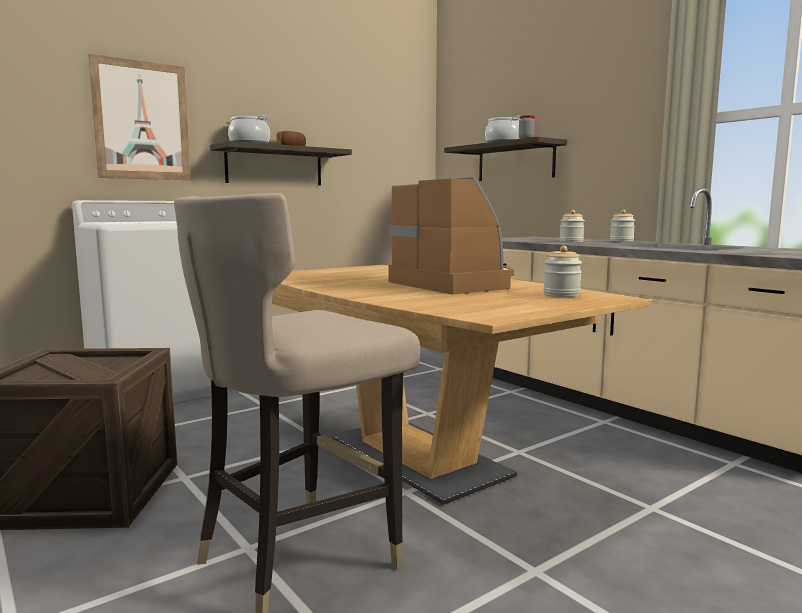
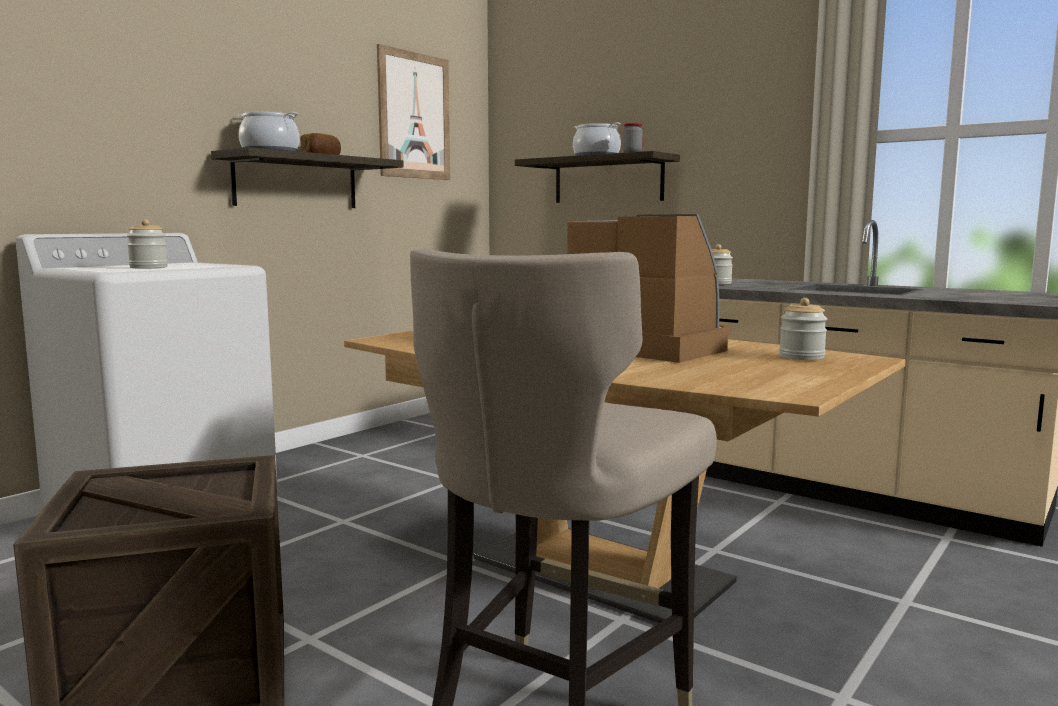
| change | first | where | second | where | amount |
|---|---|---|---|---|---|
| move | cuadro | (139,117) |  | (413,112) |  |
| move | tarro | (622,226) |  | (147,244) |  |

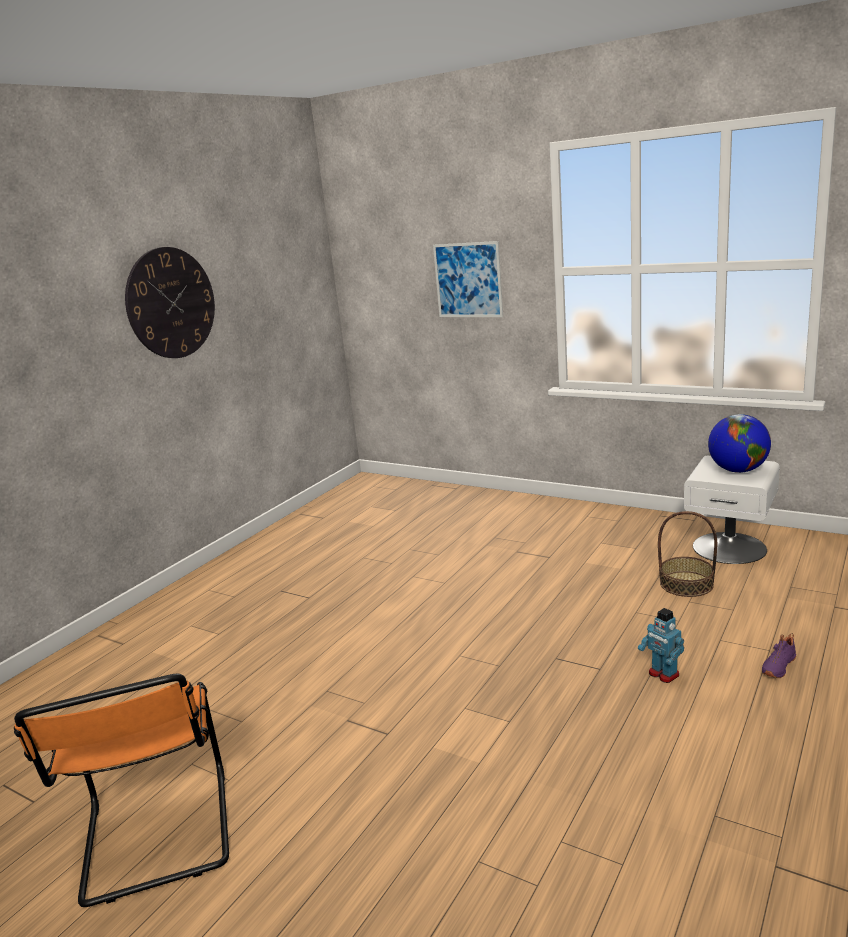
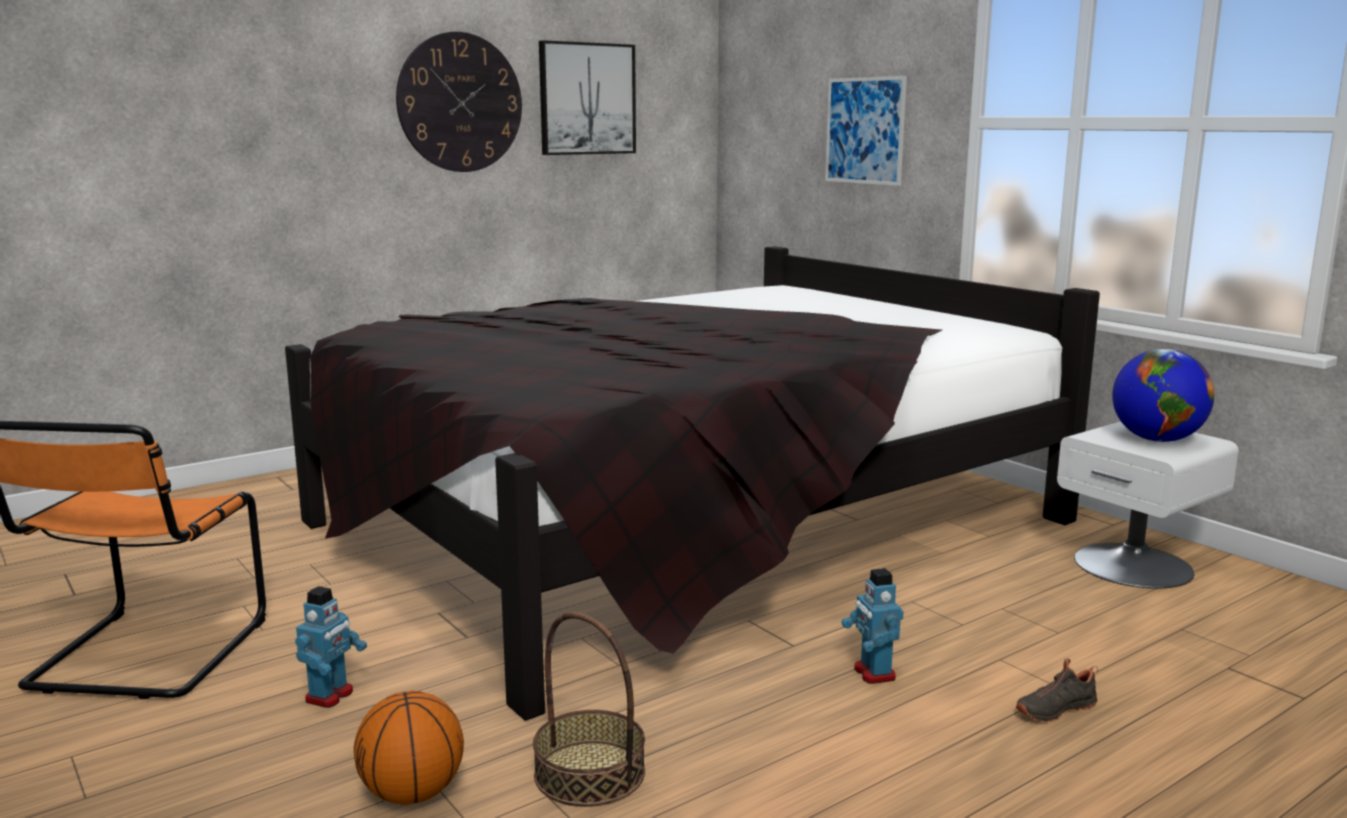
| change | first | where | second | where | amount |
|---|---|---|---|---|---|
| move | cesta | (687,554) |  | (589,709) |  |
| recolor | zapato [morado] | (779,655) | zapato [negro] | (1057,690) |  |
| insert |  |  | cama [negro] | (692,483) |  |
| insert |  |  | robot de juguete | (331,647) |  |
| insert |  |  | balón de baloncesto | (409,748) |  |
| insert |  |  | cuadro | (587,97) |  |

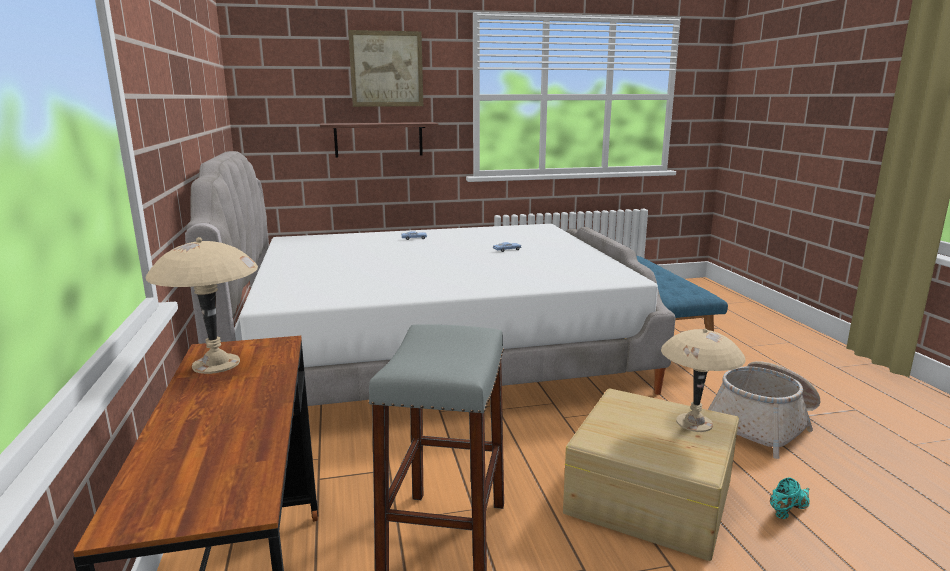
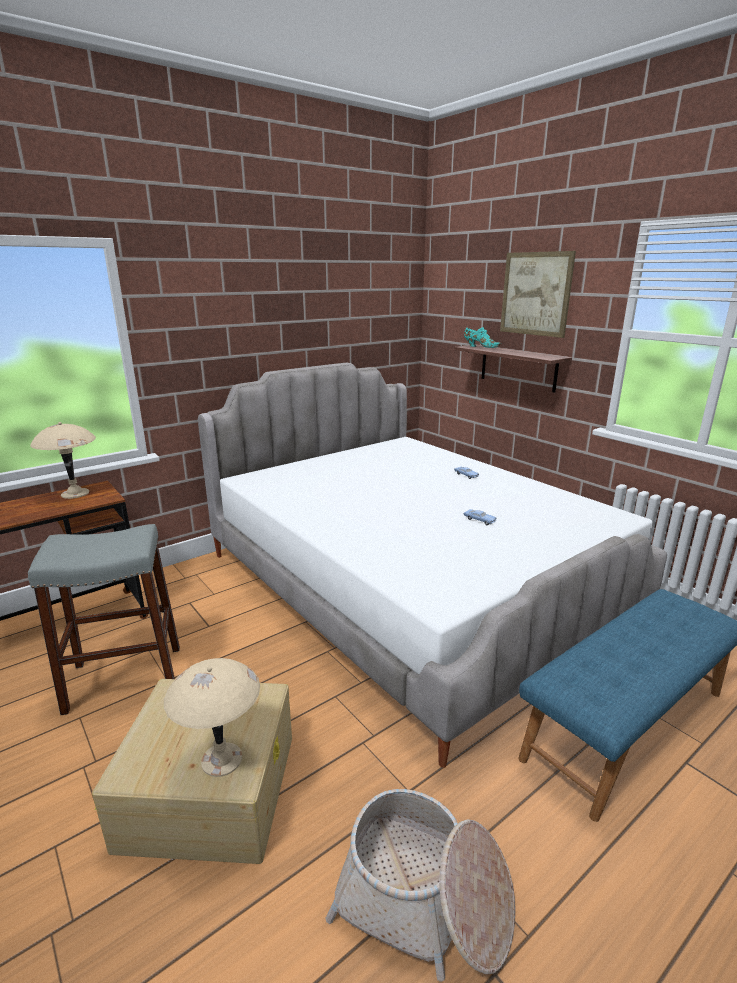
| change | first | where | second | where | amount |
|---|---|---|---|---|---|
| move | zapato [turquesa] | (790,498) |  | (482,337) |  |

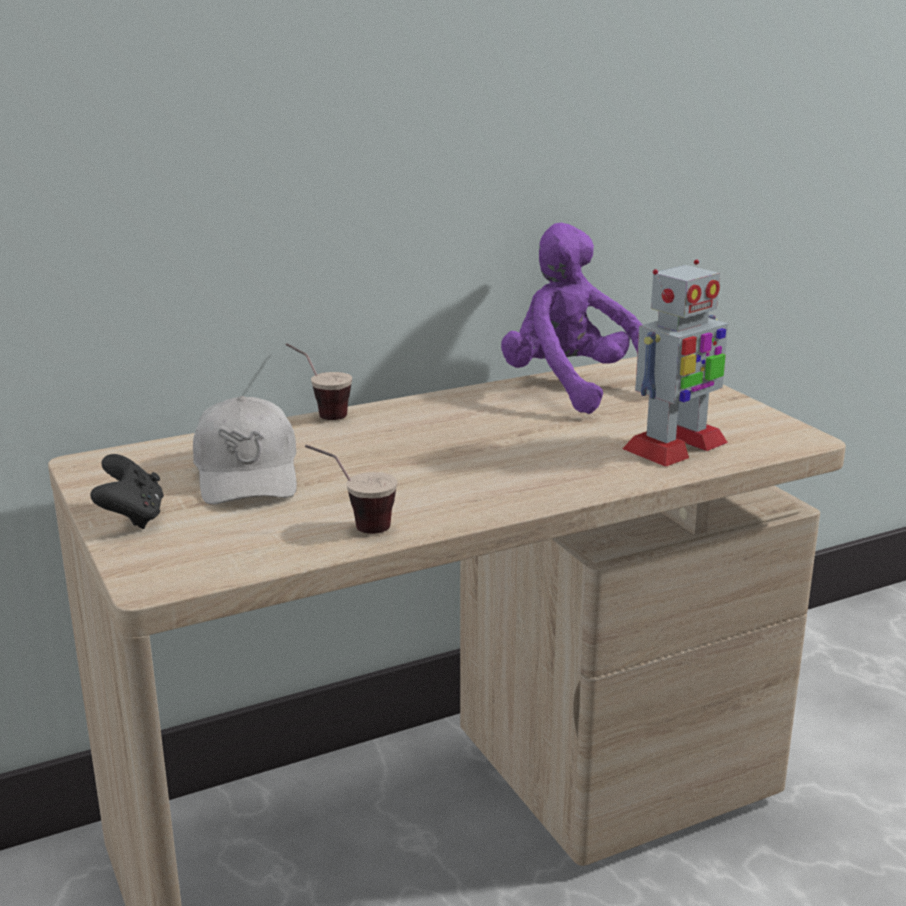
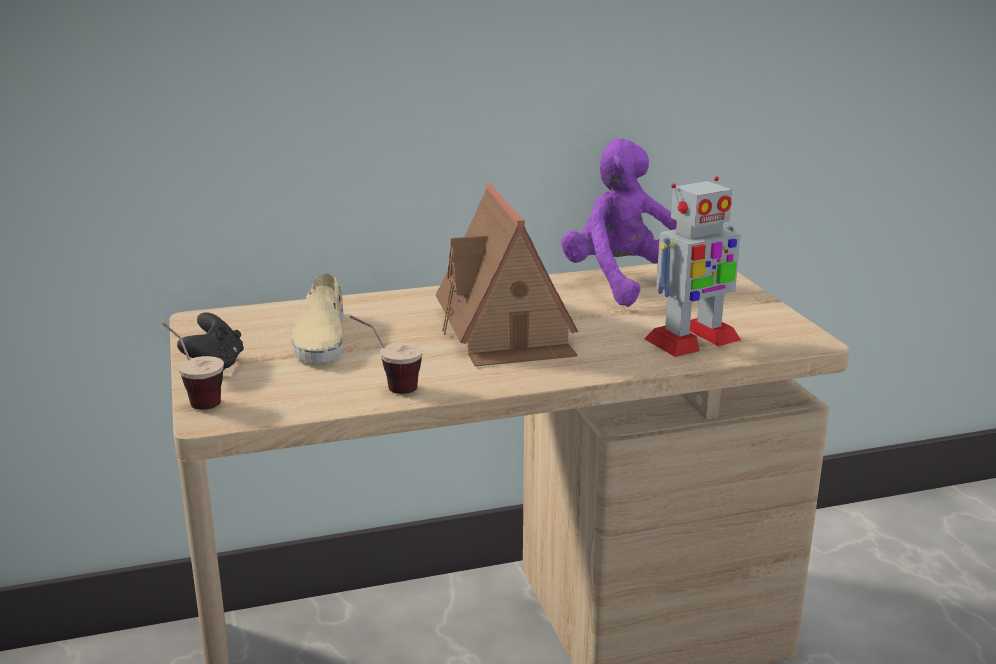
| change | first | where | second | where | amount |
|---|---|---|---|---|---|
| replace | gorra [blanco] | (245,450) | zapato [beis] | (317,318) |  |
| move | taza | (319,381) |  | (193,366) |  |
| insert |  |  | casita | (506,274) |  |

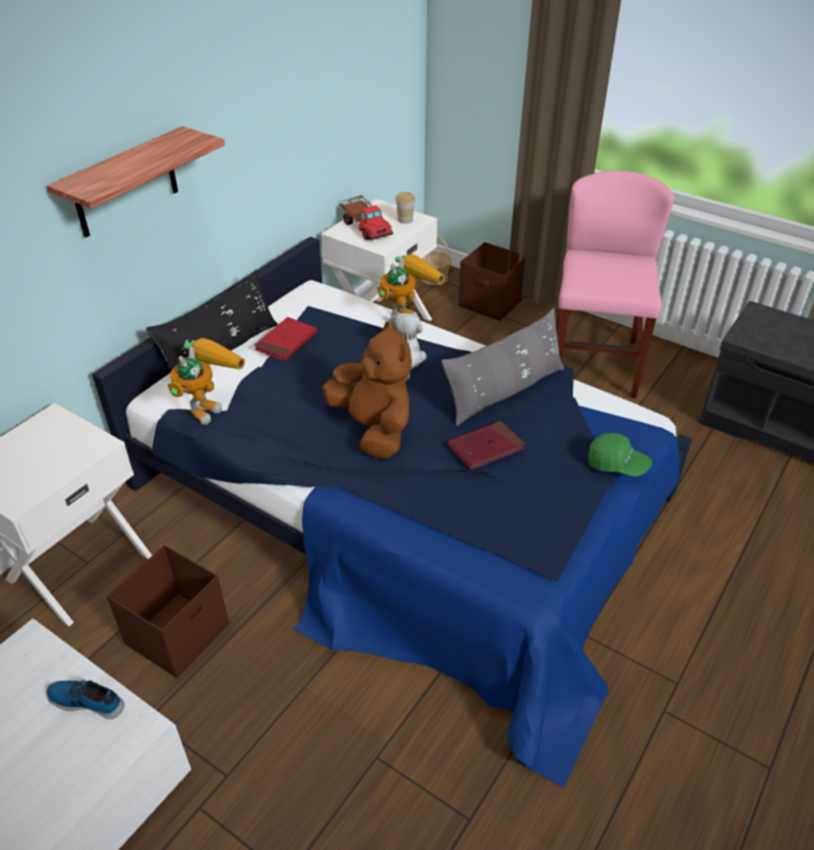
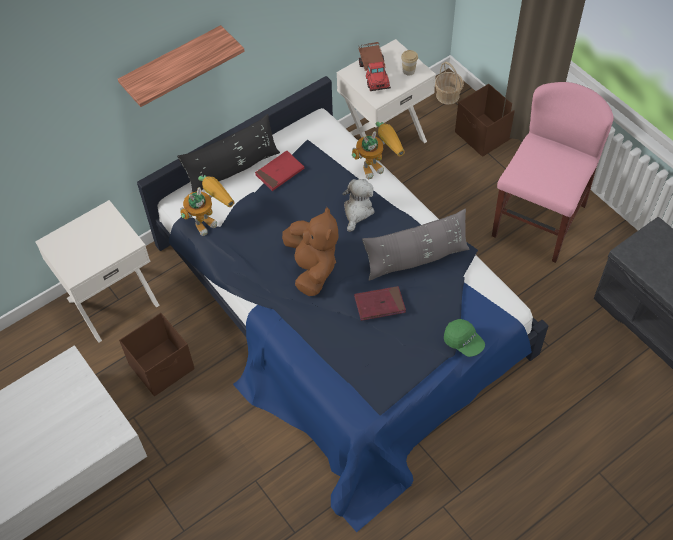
| change | first | where | second | where | amount |
|---|---|---|---|---|---|
| delete | zapato | (85,699) |  |  |  |

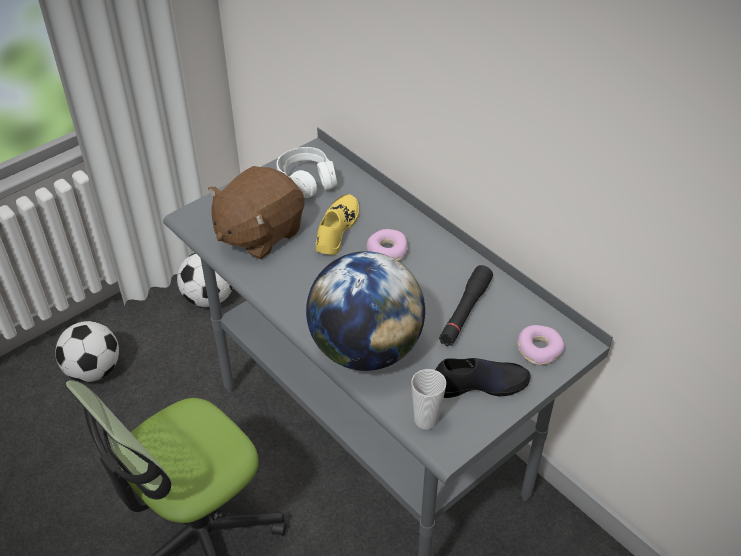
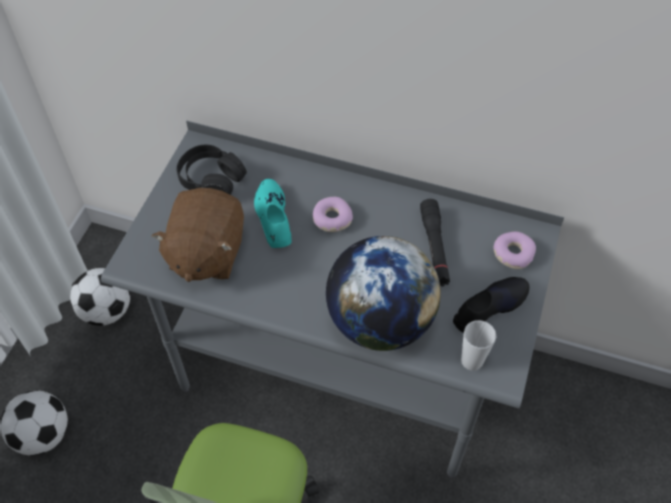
| change | first | where | second | where | amount |
|---|---|---|---|---|---|
| recolor | auriculares [blanco] | (306,172) | auriculares [negro] | (212,169) |  |
| recolor | zapato [amarillo] | (337,224) | zapato [turquesa] | (273,213) |  |

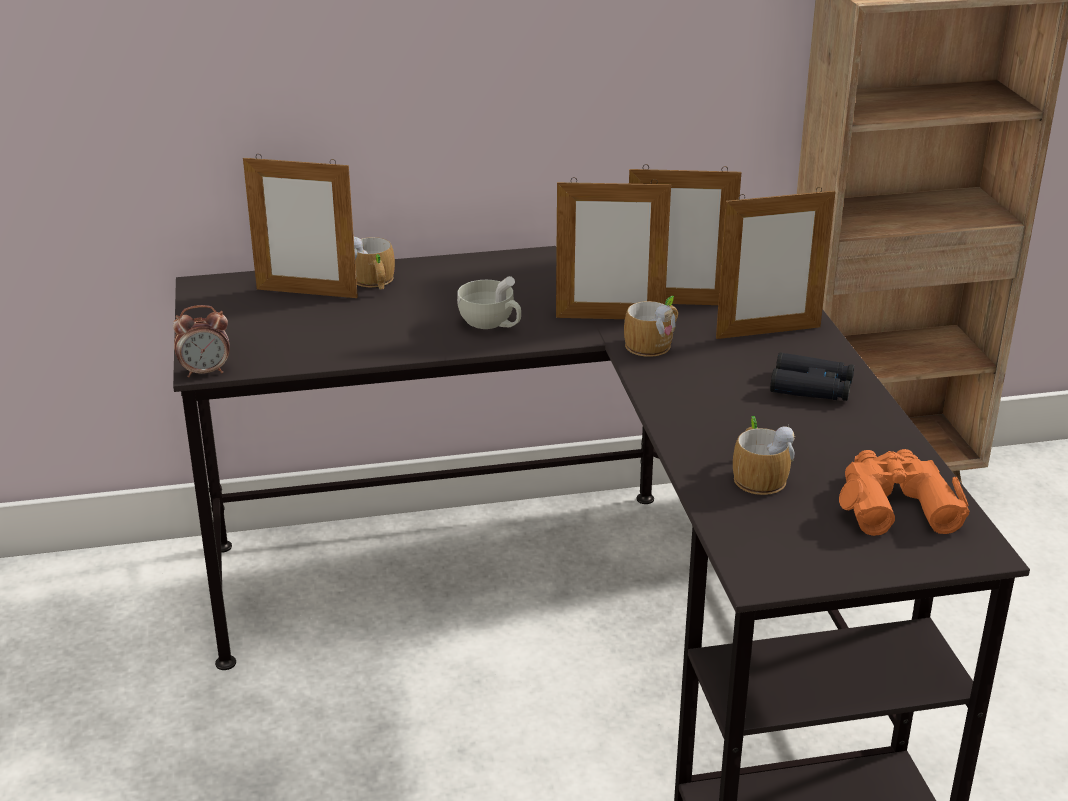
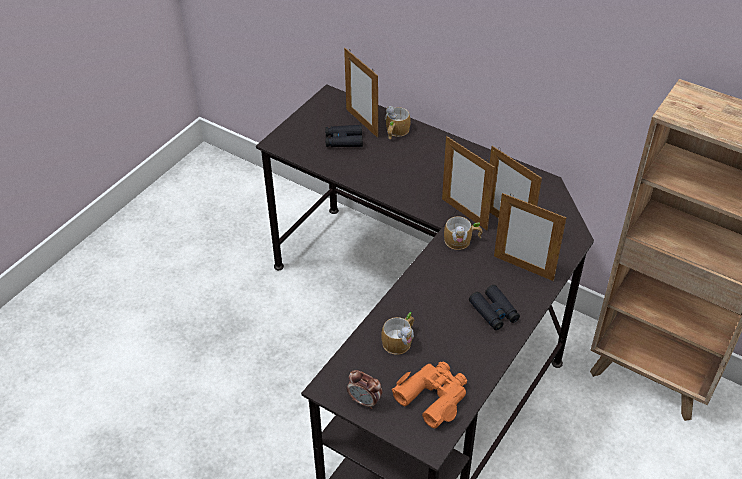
| change | first | where | second | where | amount |
|---|---|---|---|---|---|
| move | despertador | (201,341) |  | (364,389) |  |
| delete | taza [blanco] | (489,302) |  |  |  |
| insert |  |  | prismáticos [negro] | (344,136) |  |

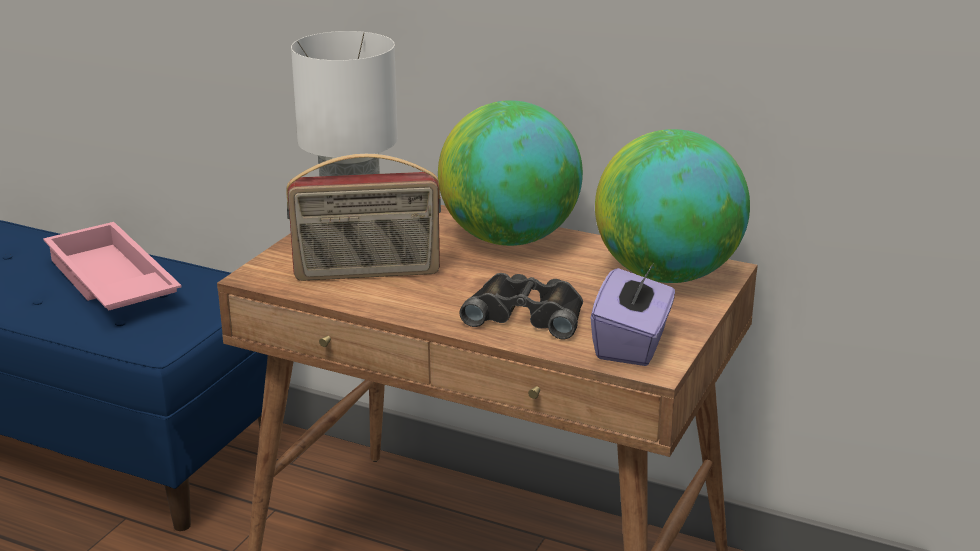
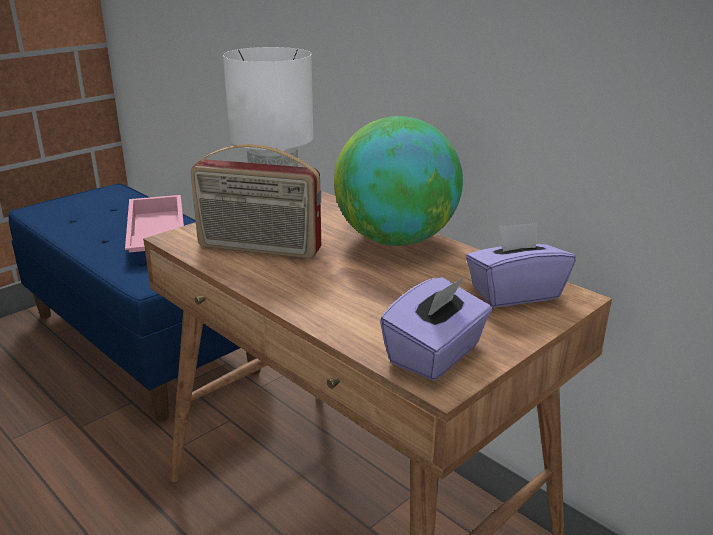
| change | first | where | second | where | amount |
|---|---|---|---|---|---|
| delete | prismáticos [negro] | (521,306) |  |  |  |
| replace | globo terráqueo | (672,206) | caja de pañuelos [morado] | (521,264) |  |

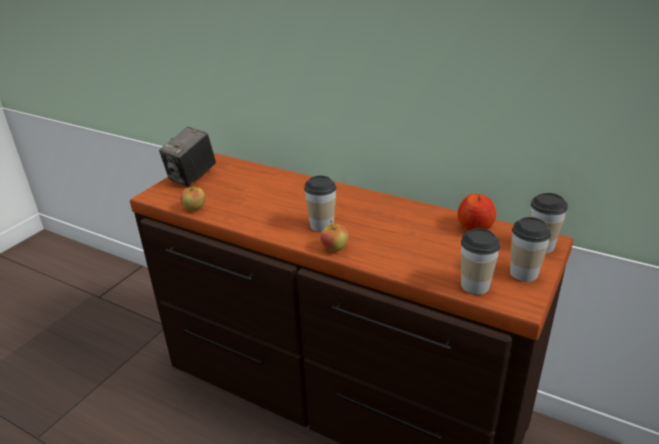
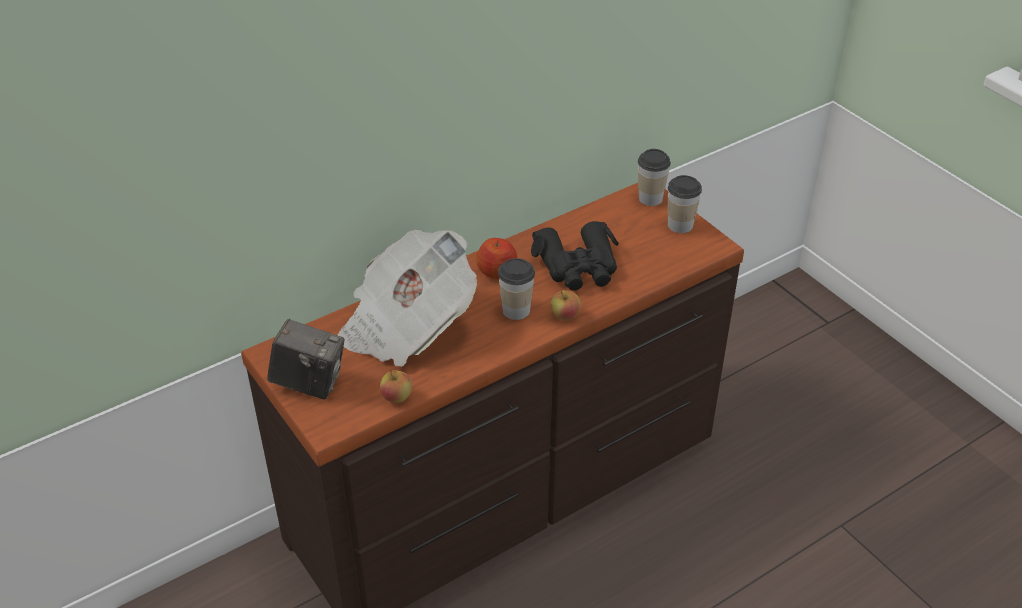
| change | first | where | second | where | amount |
|---|---|---|---|---|---|
| rotate | cámara | (187,157) |  | (305,359) | 45 degrees counterclockwise |
| move | manzana | (477,212) |  | (496,258) |  |
| delete | taza | (481,261) |  |  |  |
| insert |  |  | periódico | (407,298) |  |
| insert |  |  | prismáticos [negro] | (575,256) |  |

